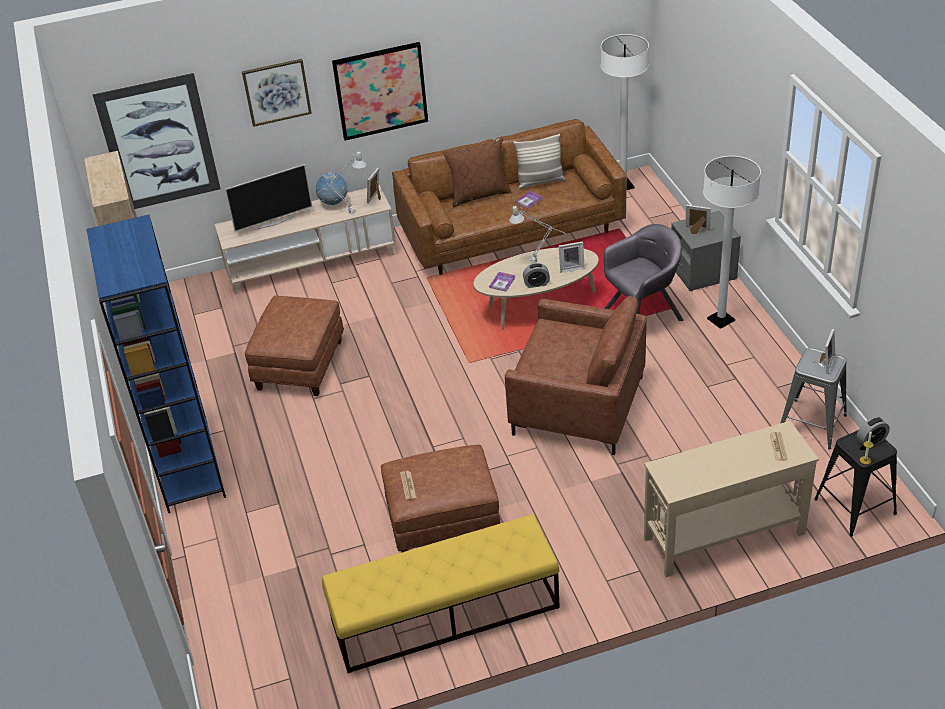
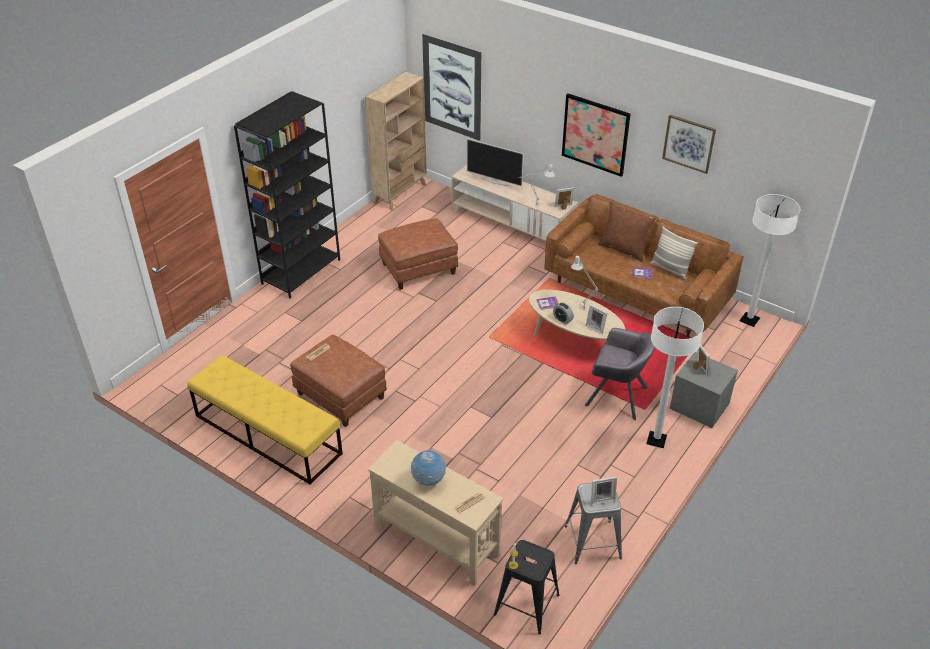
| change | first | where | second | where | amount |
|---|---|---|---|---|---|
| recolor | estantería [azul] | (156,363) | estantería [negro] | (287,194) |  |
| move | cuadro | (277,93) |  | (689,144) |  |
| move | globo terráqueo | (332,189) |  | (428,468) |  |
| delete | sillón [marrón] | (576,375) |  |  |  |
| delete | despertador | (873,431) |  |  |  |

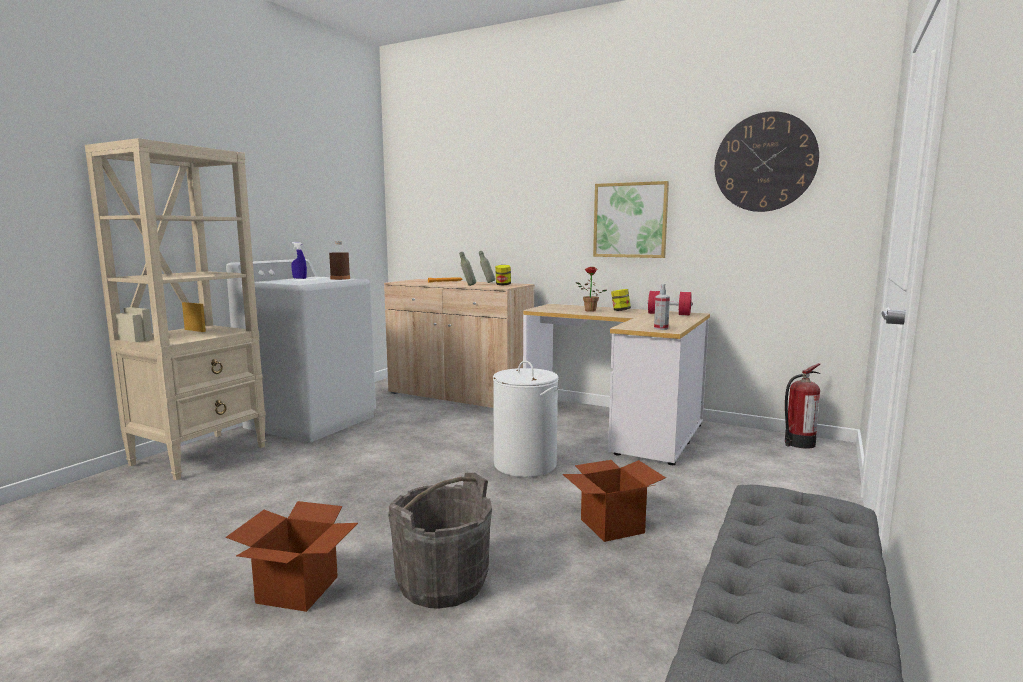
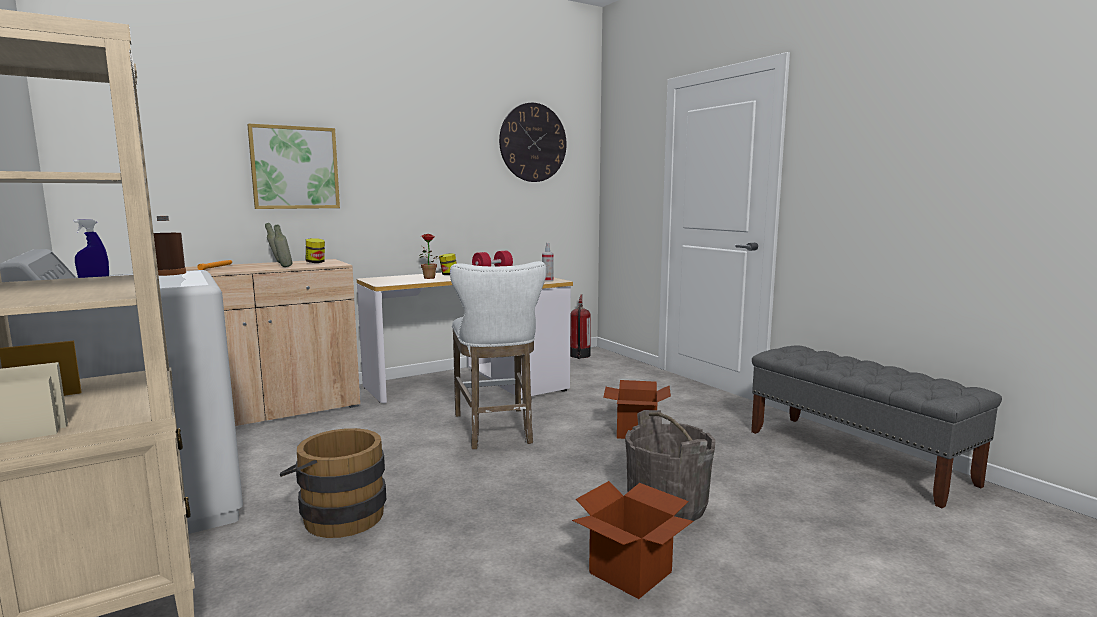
| change | first | where | second | where | amount |
|---|---|---|---|---|---|
| replace | cesto de la ropa [blanco] | (525,418) | taburete [blanco] | (498,355) |  |
| move | cuadro | (631,219) |  | (293,166) |  |
| insert |  |  | cubo [marrón] | (333,483) |  |

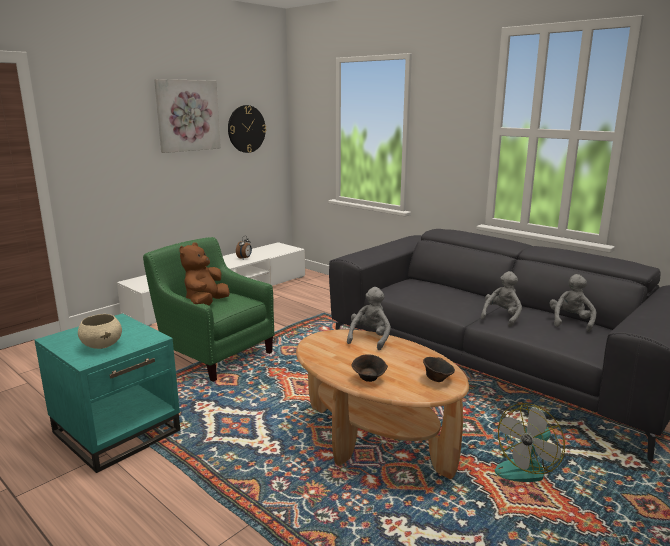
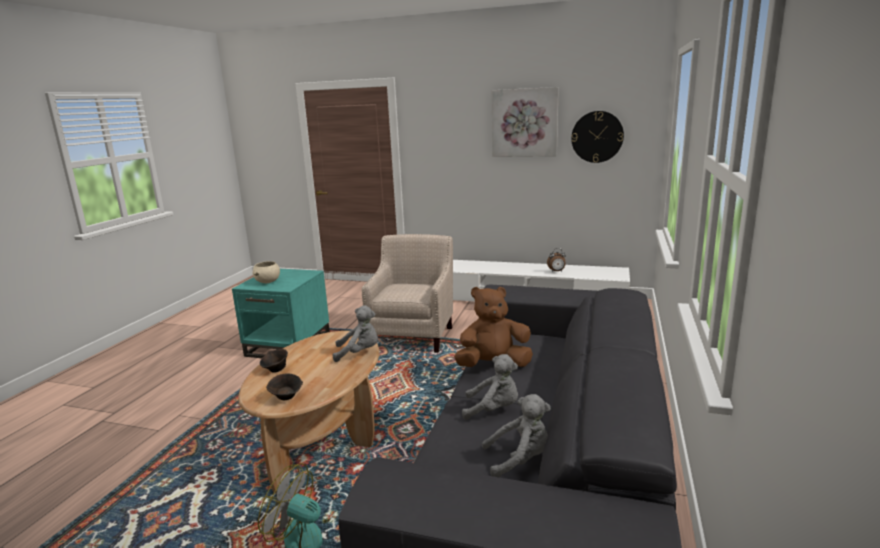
| change | first | where | second | where | amount |
|---|---|---|---|---|---|
| recolor | sillón [verde] | (209,309) | sillón [beis] | (407,293) |  |
| move | peluche [marrón] | (204,274) |  | (493,327) |  |

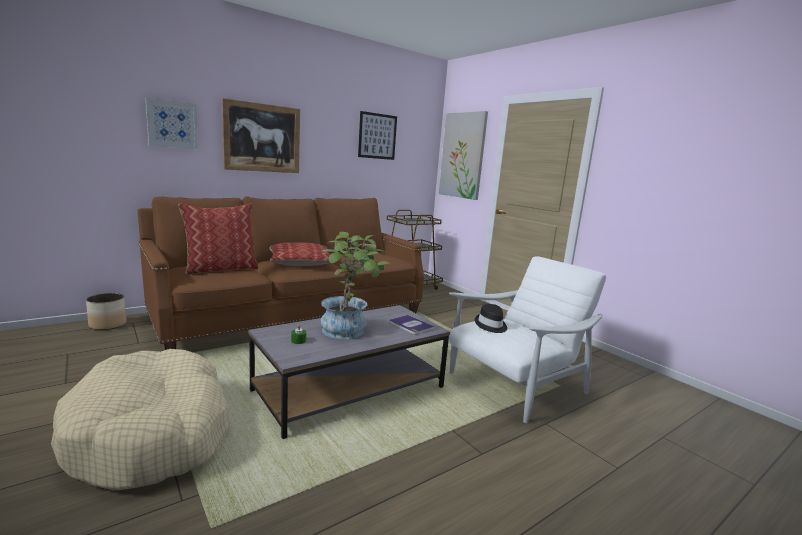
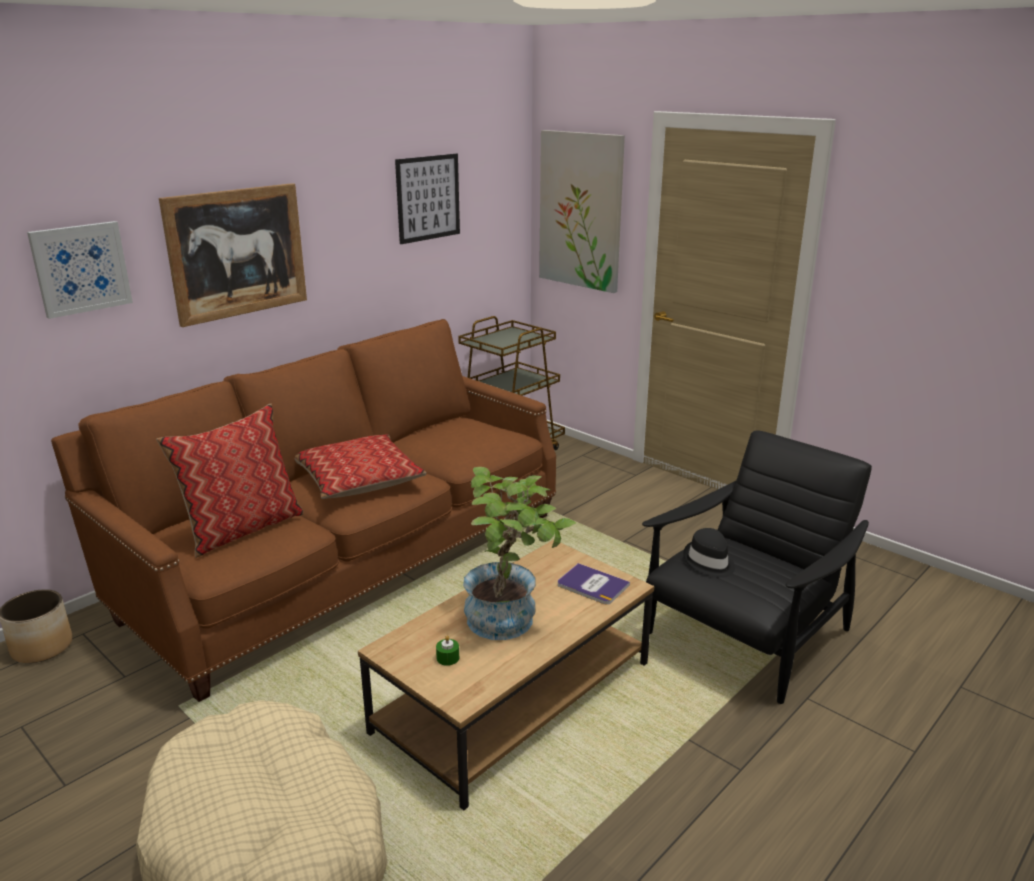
| change | first | where | second | where | amount |
|---|---|---|---|---|---|
| recolor | mesa de centro [gris] | (349,372) | mesa de centro [marrón] | (506,675) |  |
| recolor | sillón [blanco] | (527,339) | sillón [negro] | (757,567) |  |

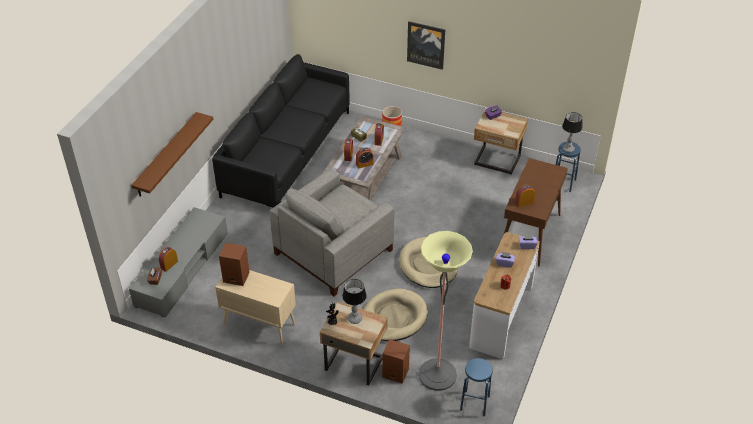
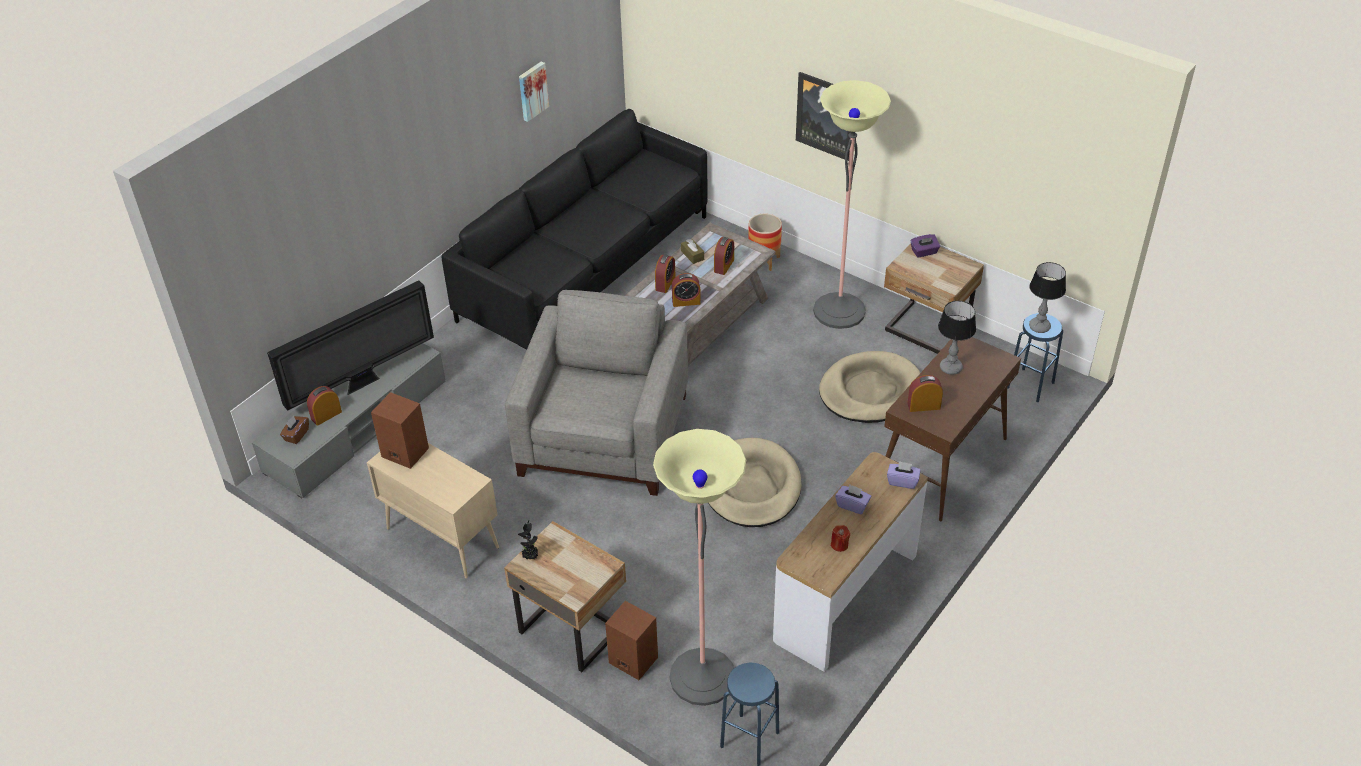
| change | first | where | second | where | amount |
|---|---|---|---|---|---|
| delete | estante [marrón] | (172,154) |  |  |  |
| rotate | sillón [gris] | (331,232) |  | (596,393) | 135 degrees clockwise |
| move | lámpara de mesa | (354,301) |  | (957,338) |  |
| move | cama para perro [beis] | (395,315) |  | (869,387) |  |
| insert |  |  | televisor | (350,345) |  |
| insert |  |  | cuadro | (534,92) |  |
| insert |  |  | lámpara de pie | (852,204) |  |

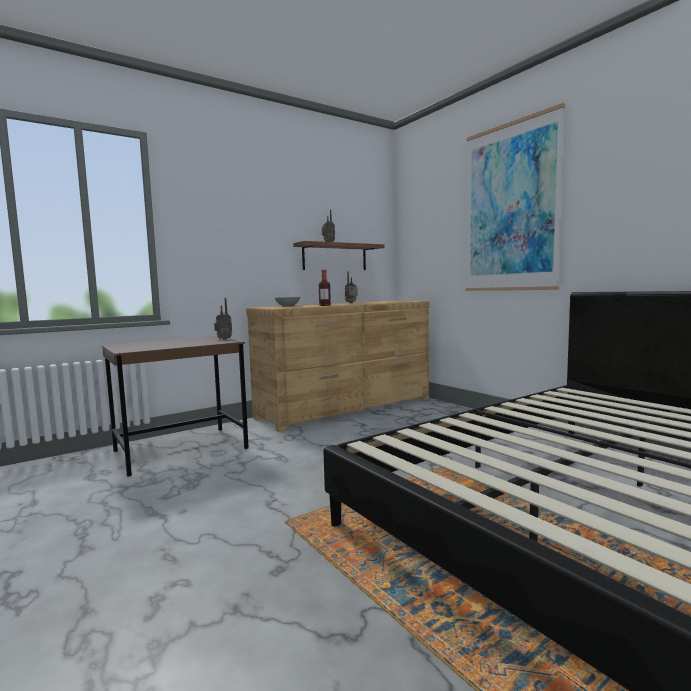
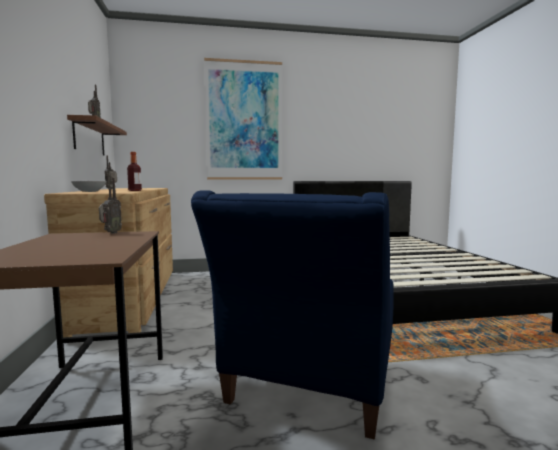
| change | first | where | second | where | amount |
|---|---|---|---|---|---|
| insert |  |  | sillón [azul] | (292,314) |  |

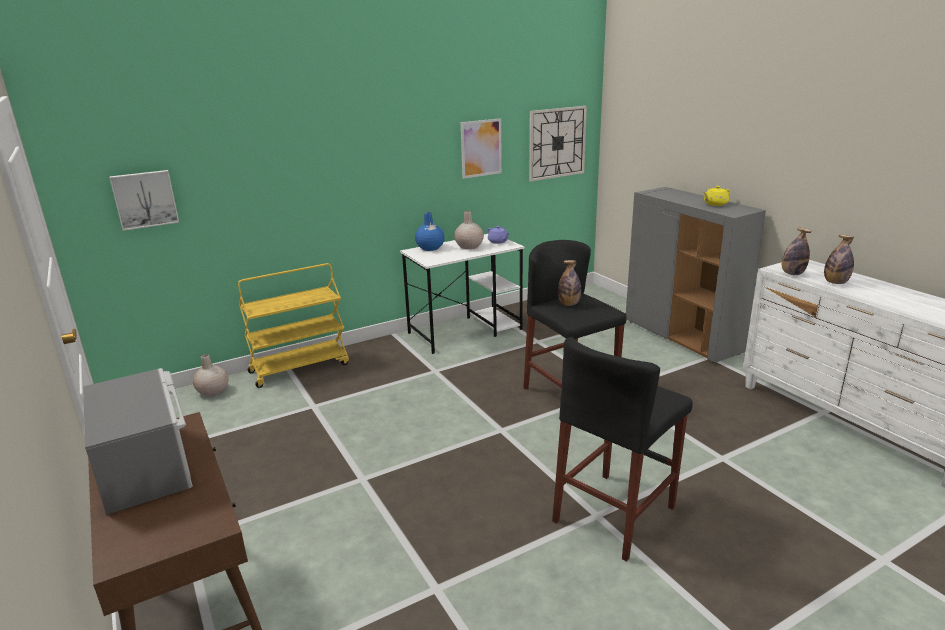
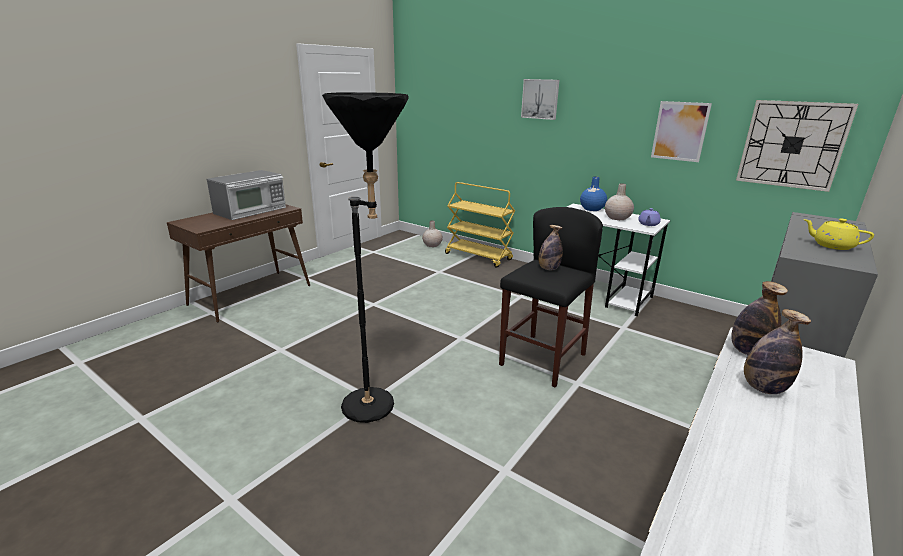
| change | first | where | second | where | amount |
|---|---|---|---|---|---|
| move | cuadro | (144,200) |  | (540,99) |  |
| replace | taburete [negro] | (622,449) | lámpara de pie [negro] | (365,257) |  |

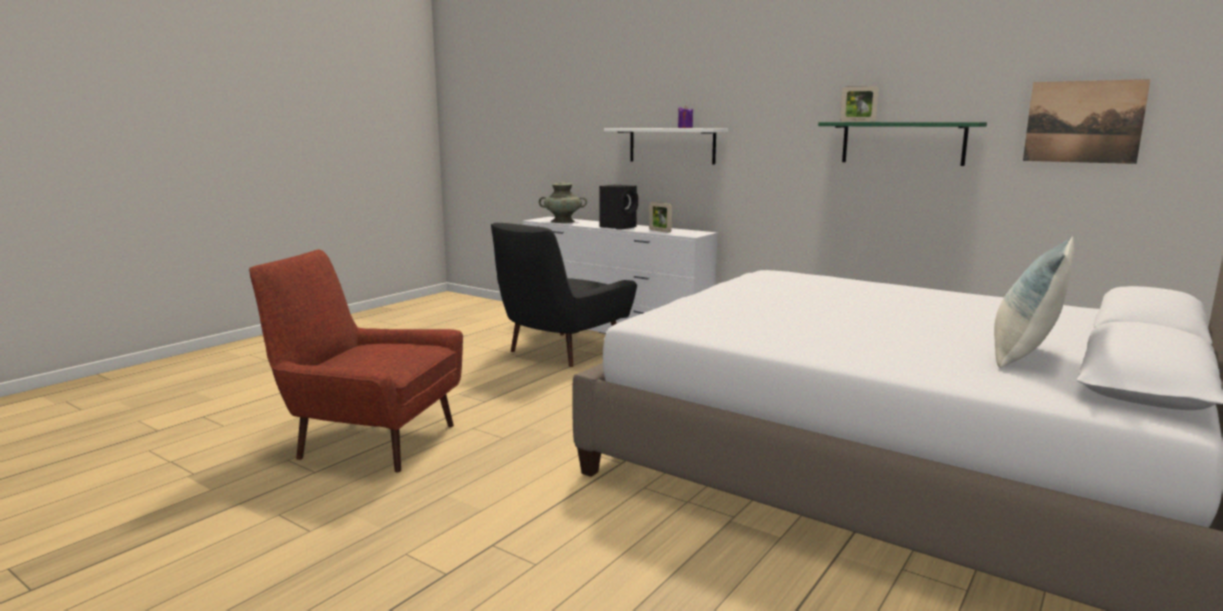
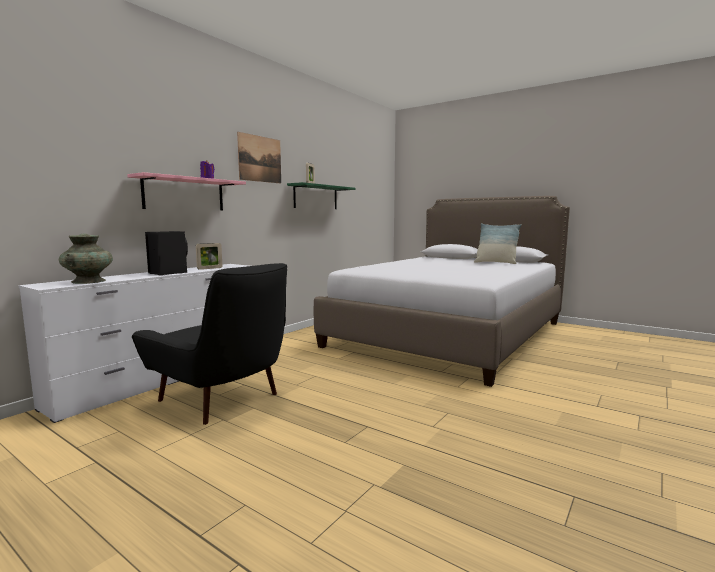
| change | first | where | second | where | amount |
|---|---|---|---|---|---|
| delete | sillón [rojo] | (356,360) |  |  |  |
| recolor | estante [blanco] | (666,146) | estante [rosa] | (186,191) |  |
| move | cuadro | (1087,121) |  | (259,158) |  |

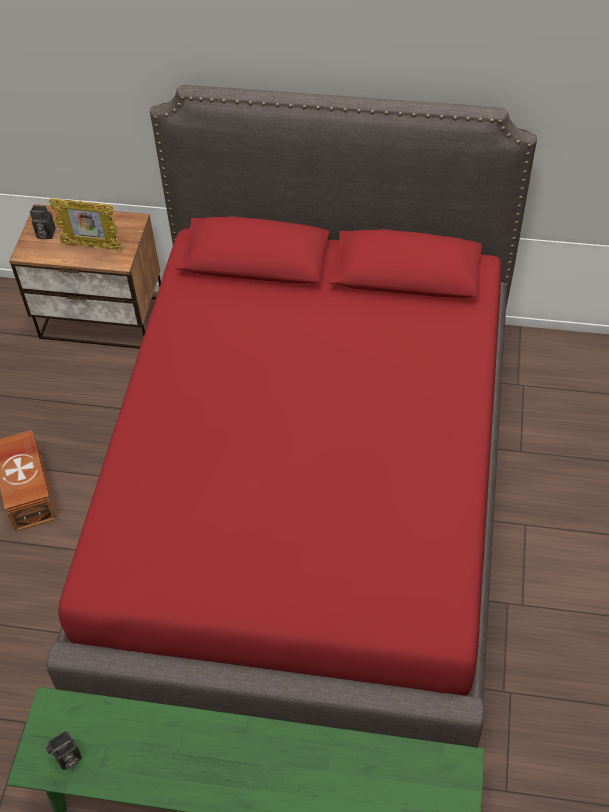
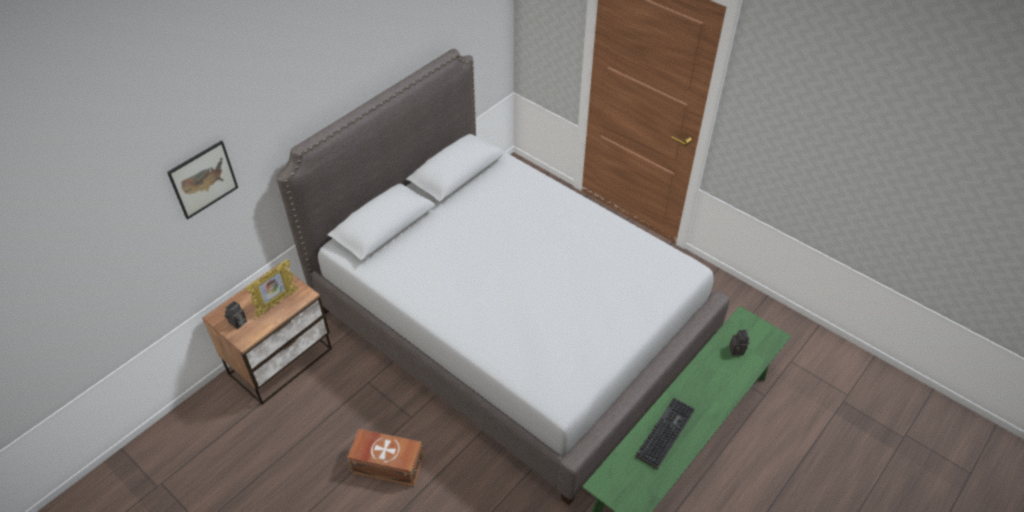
| change | first | where | second | where | amount |
|---|---|---|---|---|---|
| recolor | cama [rojo] | (291,416) | cama [gris] | (502,277) |  |
| move | cámara | (64,750) |  | (739,342) |  |
| insert |  |  | cuadro | (202,179) |  |
| insert |  |  | teclado | (665,433) |  |

